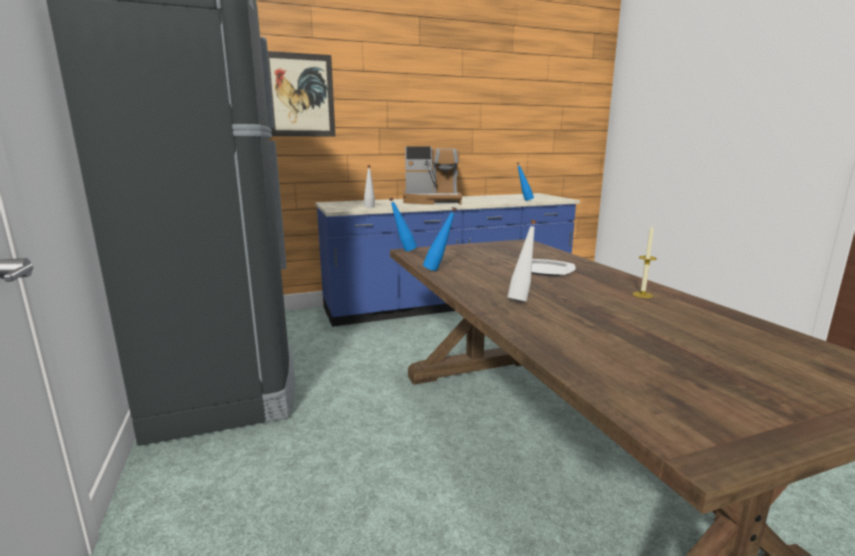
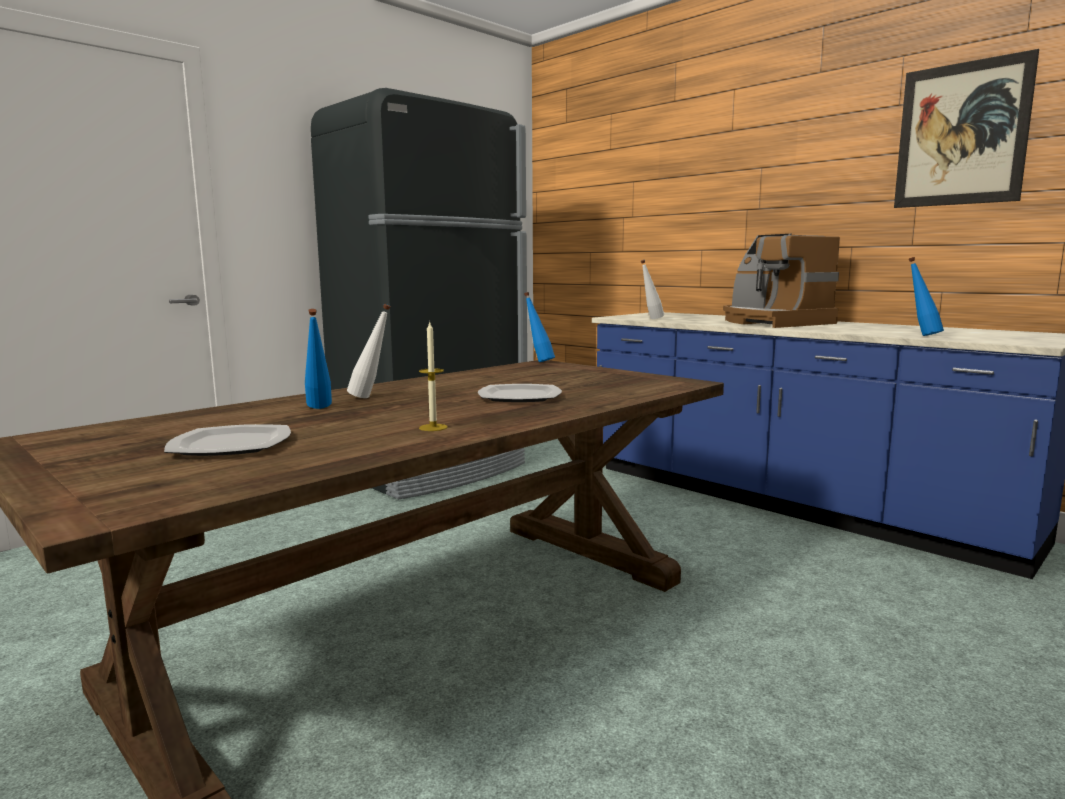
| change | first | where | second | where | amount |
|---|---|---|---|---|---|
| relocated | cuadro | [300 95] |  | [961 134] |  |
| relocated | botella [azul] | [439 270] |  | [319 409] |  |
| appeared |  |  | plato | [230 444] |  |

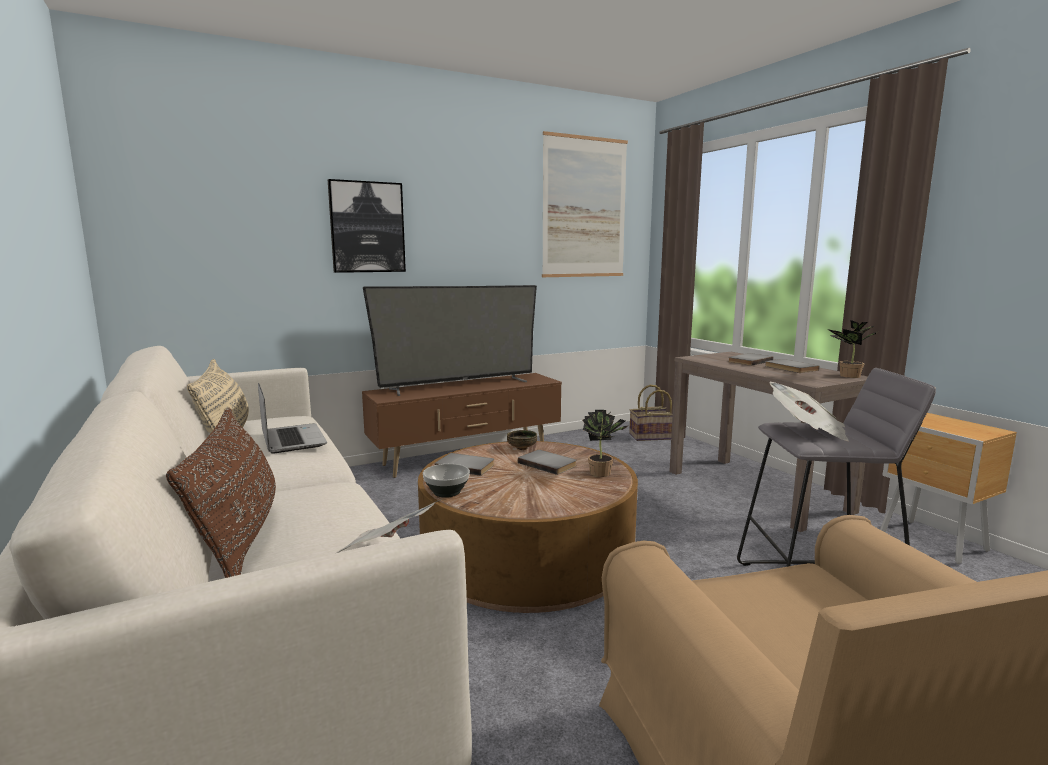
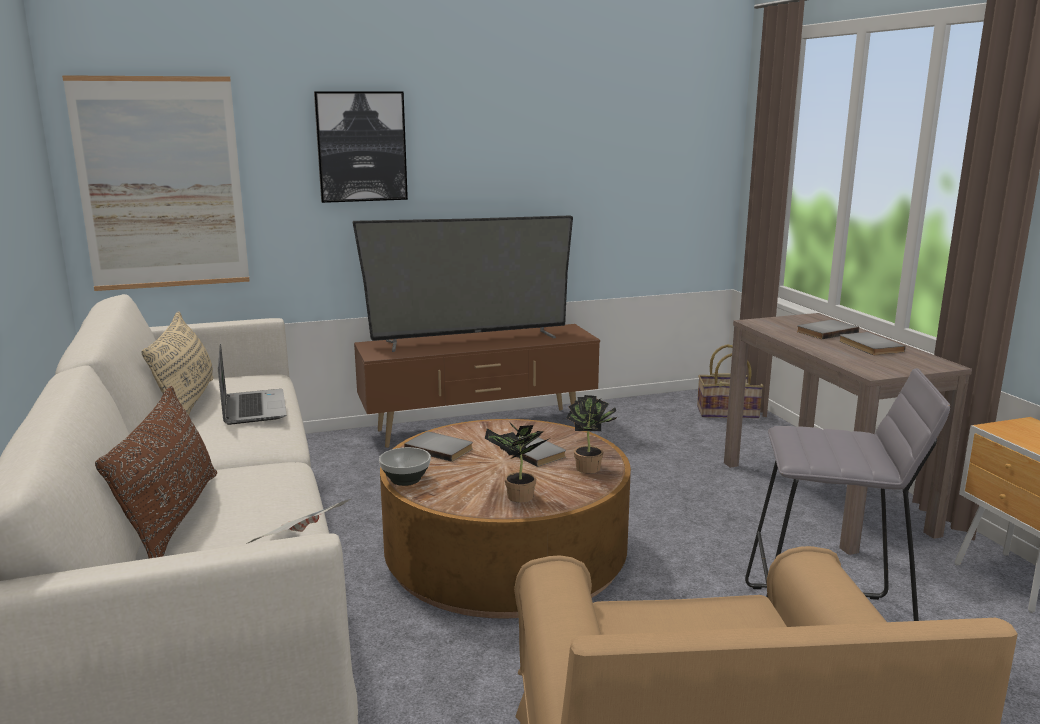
| change | first | where | second | where | amount |
|---|---|---|---|---|---|
| relocated | cuadro | [584 208] |  | [161 184] |  |
| relocated | planta en maceta | [848 376] |  | [516 497] |  |
| missing | periódico | [807 431] |  |  |  |
| missing | cuenco | [522 448] |  |  |  |

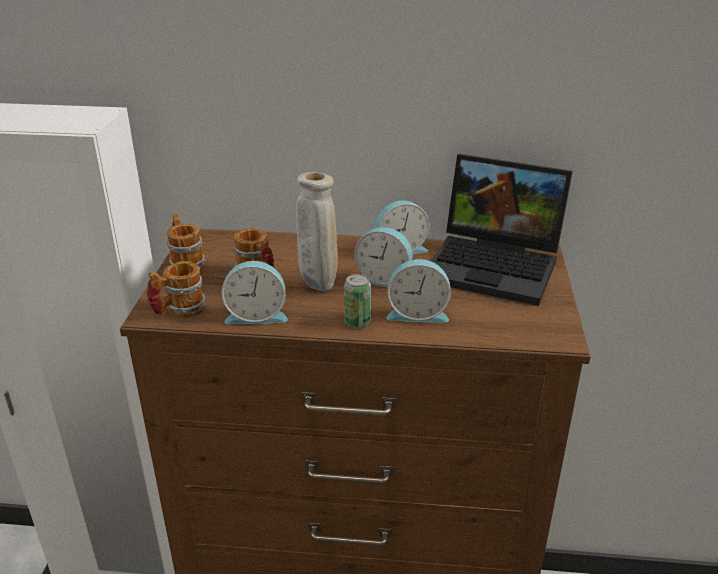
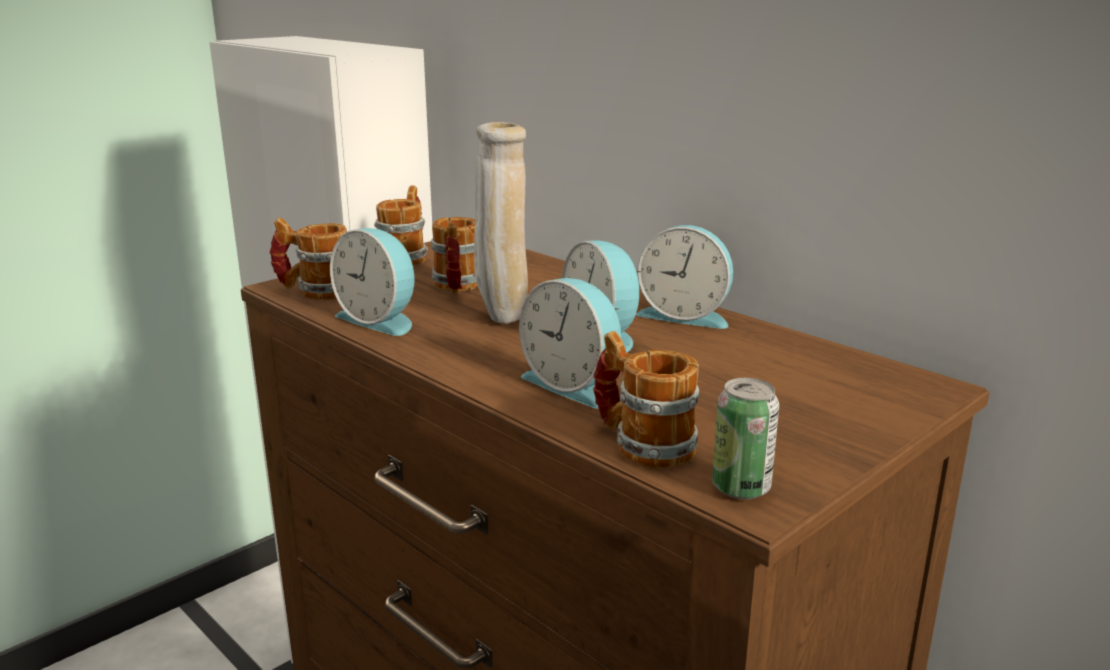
| change | first | where | second | where | amount |
|---|---|---|---|---|---|
| missing | portátil | [497 266] |  |  |  |
| relocated | lata | [357 322] |  | [741 488] |  |
| appeared |  |  | taza grande | [642 444] |  |

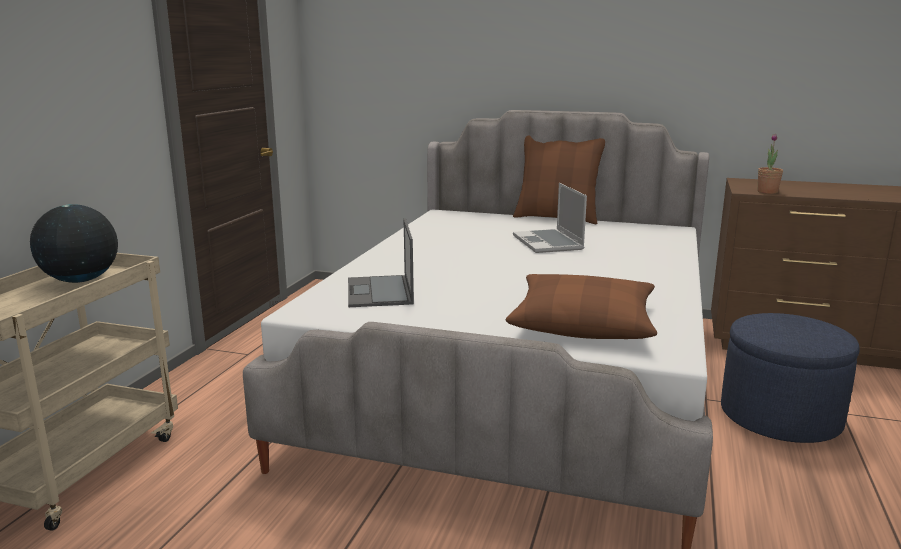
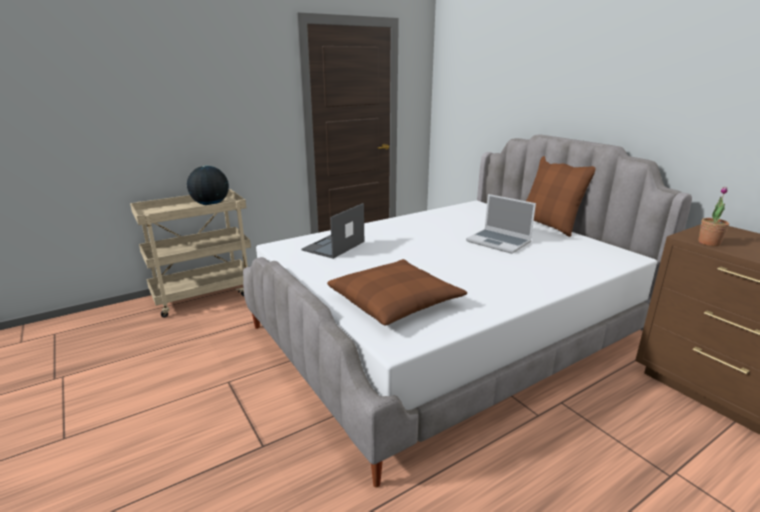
| change | first | where | second | where | amount |
|---|---|---|---|---|---|
| spun | portátil | [549 243] |  | [499 242] | 75 degrees counterclockwise |
| missing | puf [azul] | [780 417] |  |  |  |

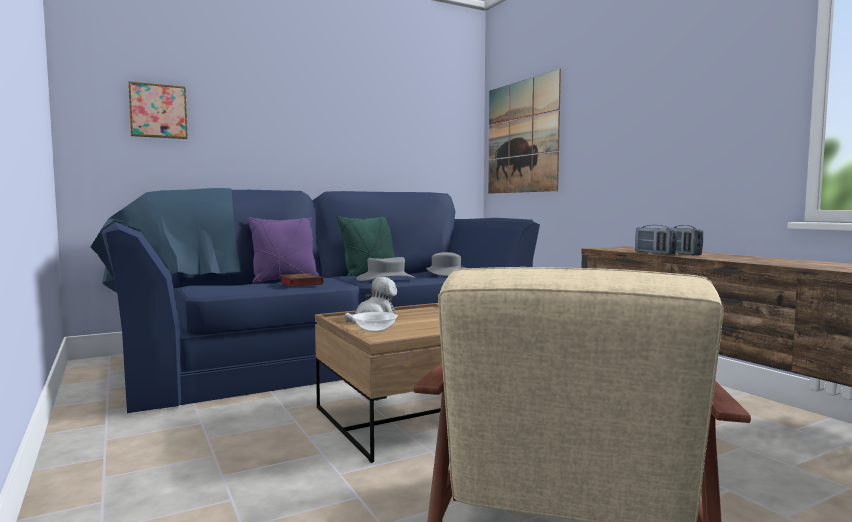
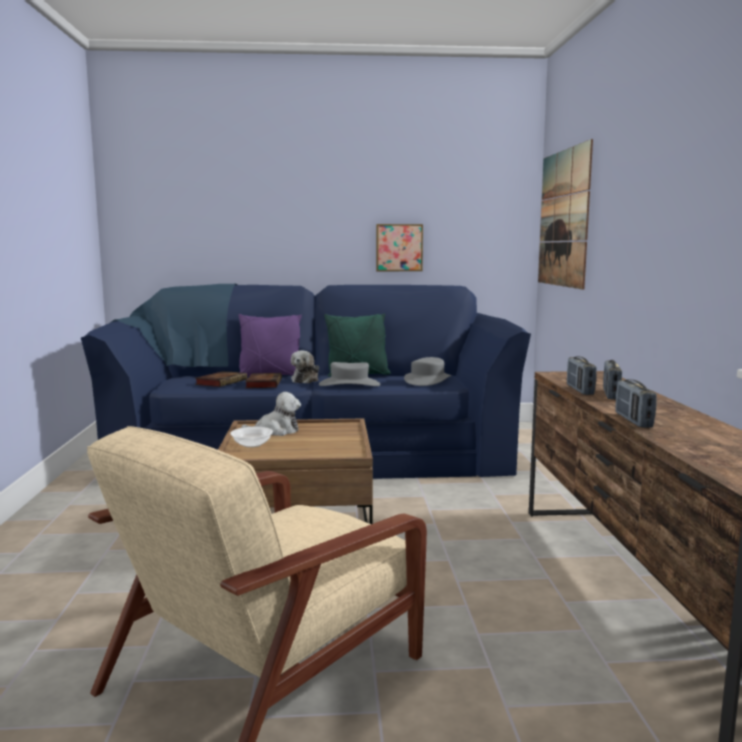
| change | first | where | second | where | amount |
|---|---|---|---|---|---|
| relocated | cuadro | [158 111] |  | [399 247] |  |
| appeared |  |  | peluche | [306 380] |  |
| appeared |  |  | libro | [222 382] |  |
| appeared |  |  | radio | [633 421] |  |

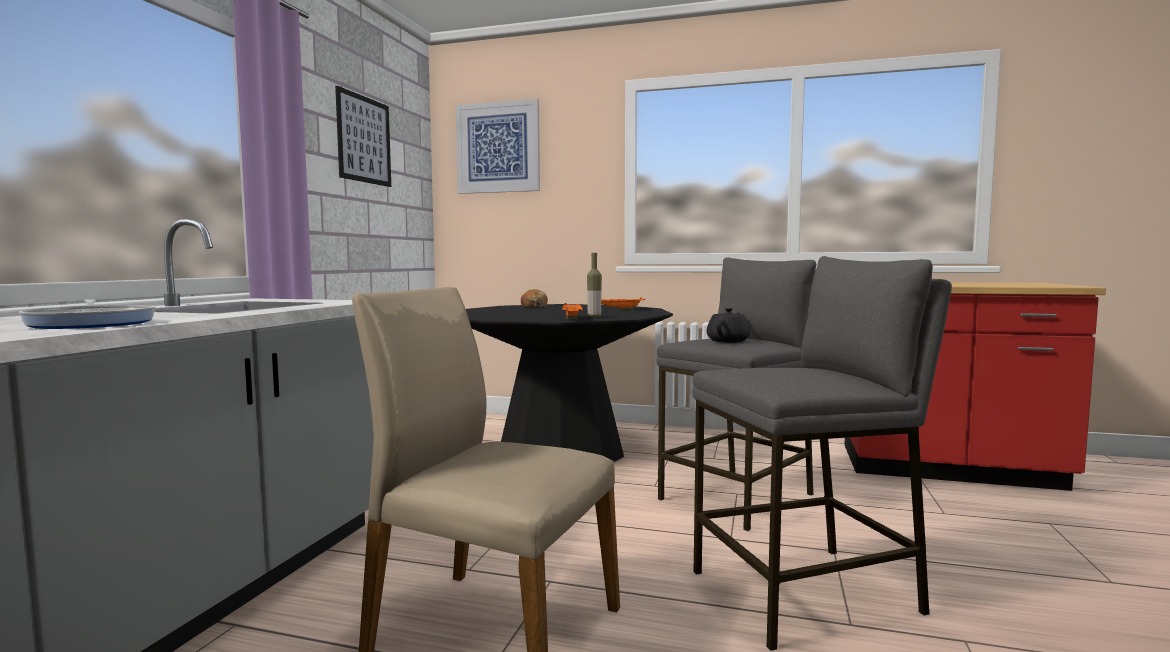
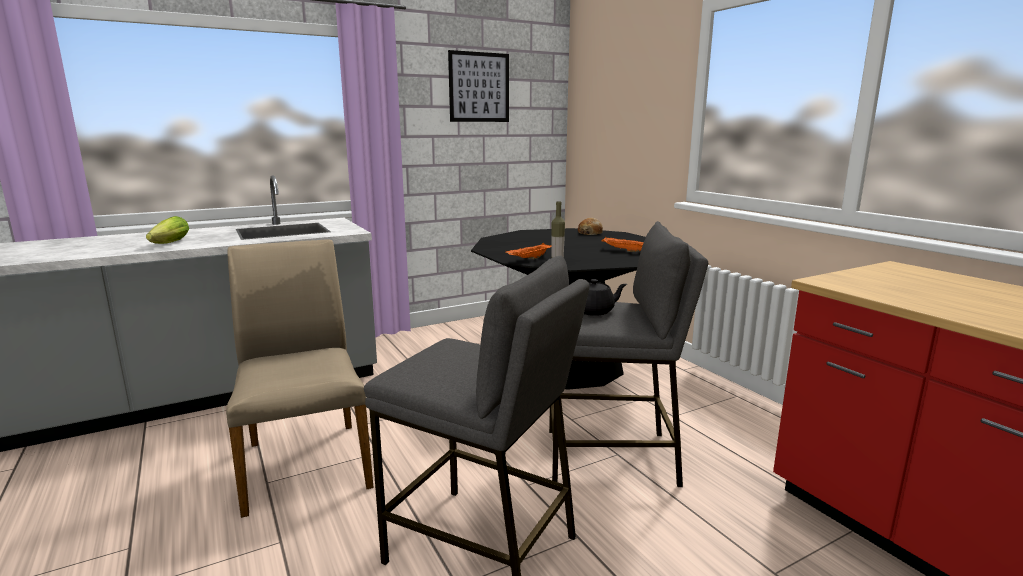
| change | first | where | second | where | amount |
|---|---|---|---|---|---|
| missing | cuadro | [498 147] |  |  |  |
| exchanged | sartén | [93 323] | lechuga | [168 244] |  |

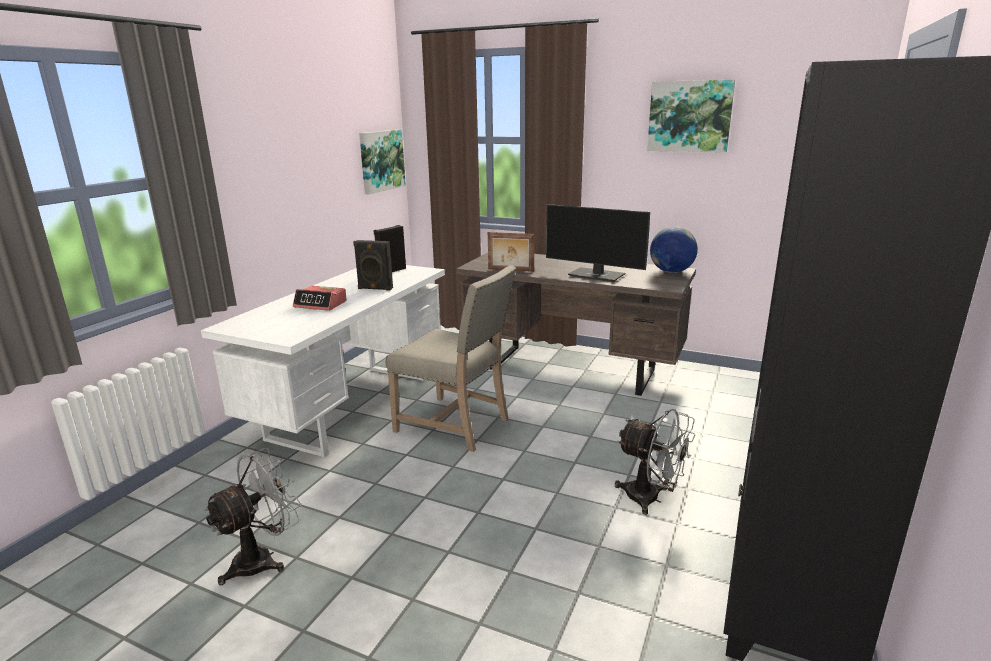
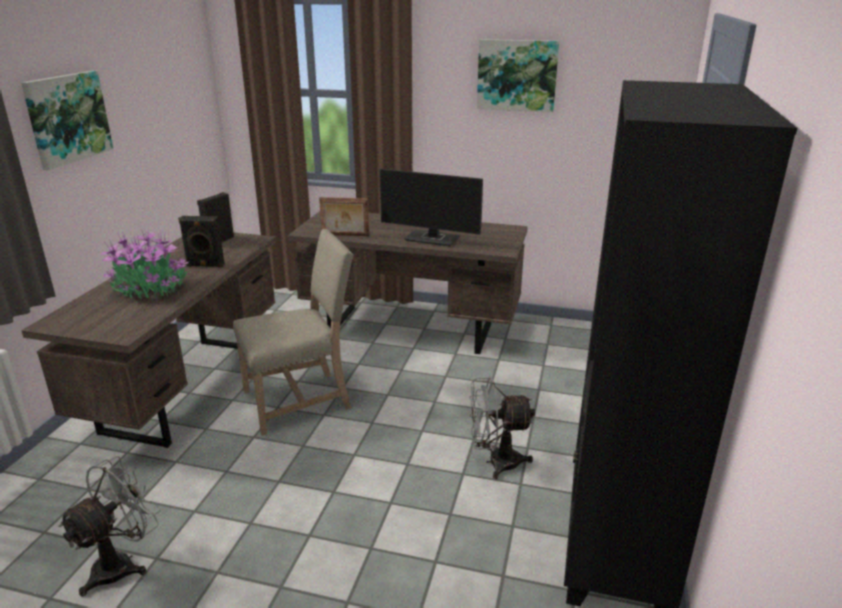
| change | first | where | second | where | amount |
|---|---|---|---|---|---|
| relocated | cuadro | [381 160] |  | [67 118] |  |
| missing | globo terráqueo | [671 271] |  |  |  |
| colour | escritorio [blanco] | [352 406] | escritorio [marrón] | [188 386] |  |
| spun | silla [beis] | [456 425] |  | [300 400] | 45 degrees counterclockwise |
| exchanged | despertador | [321 304] | planta en maceta | [149 289] |  |
| spun | ventilador [gris] | [651 499] |  | [495 462] | 150 degrees clockwise |

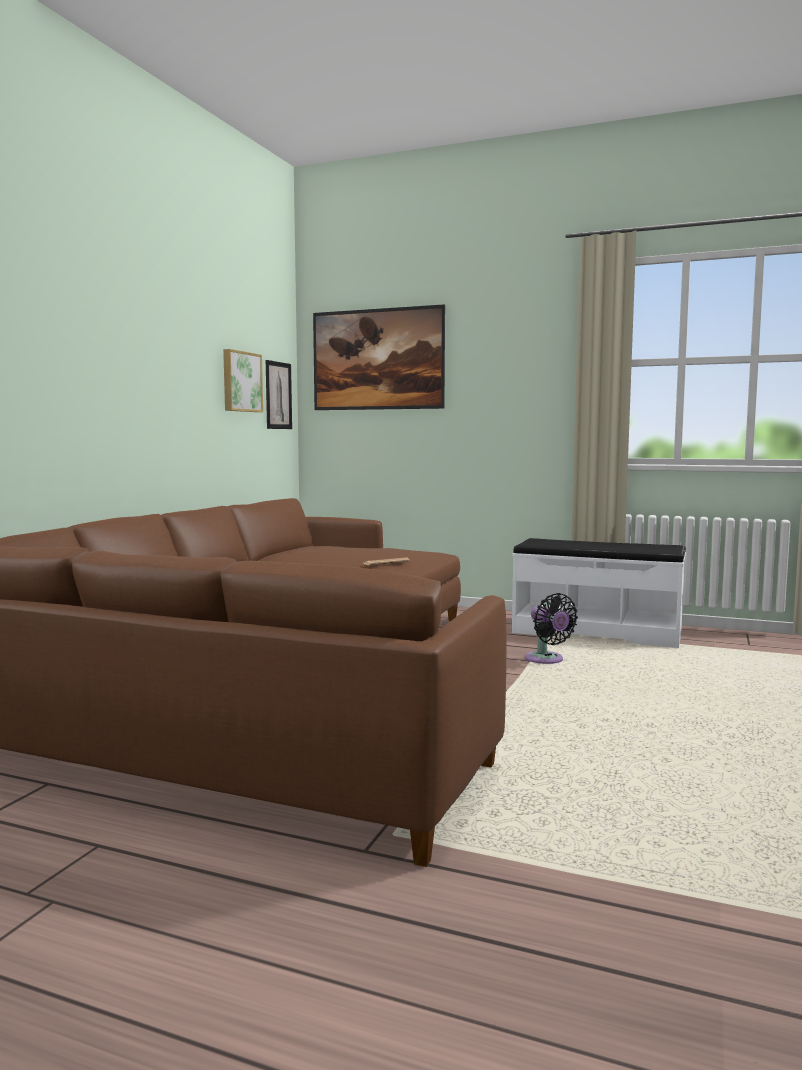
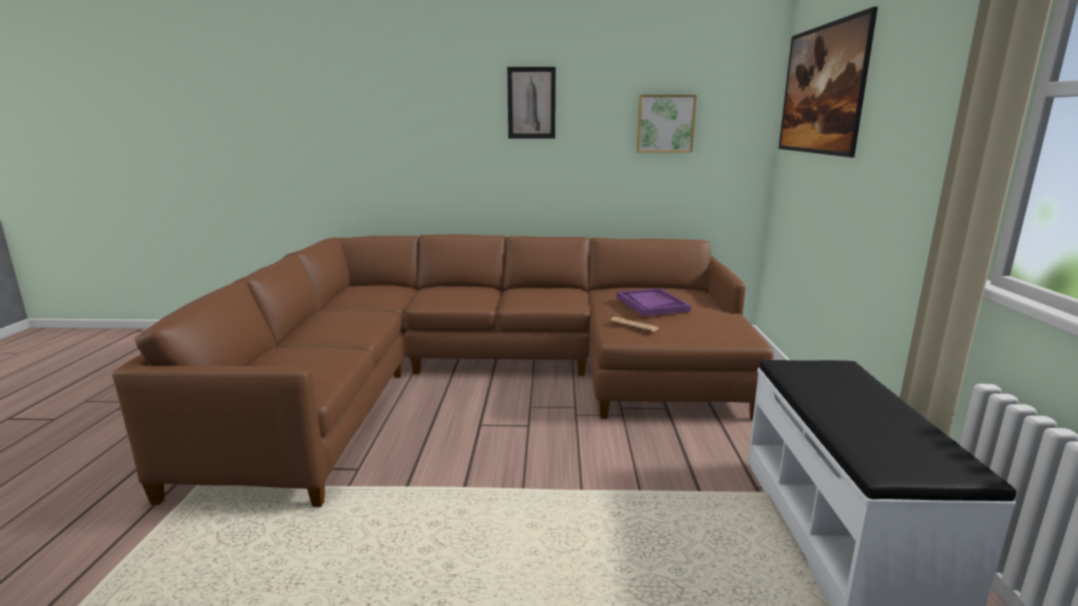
| change | first | where | second | where | amount |
|---|---|---|---|---|---|
| relocated | cuadro | [278 395] |  | [531 103] |  |
| missing | ventilador [negro] | [546 660] |  |  |  |
| appeared |  |  | bandeja [morado] | [651 304] |  |

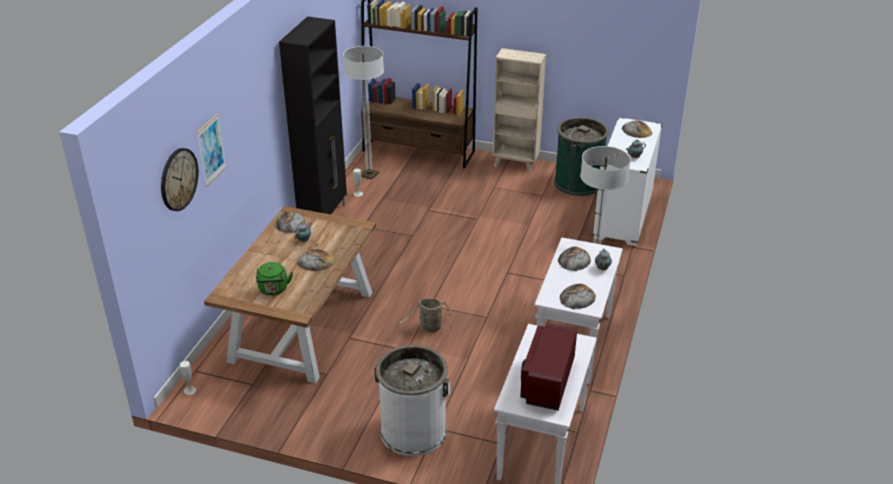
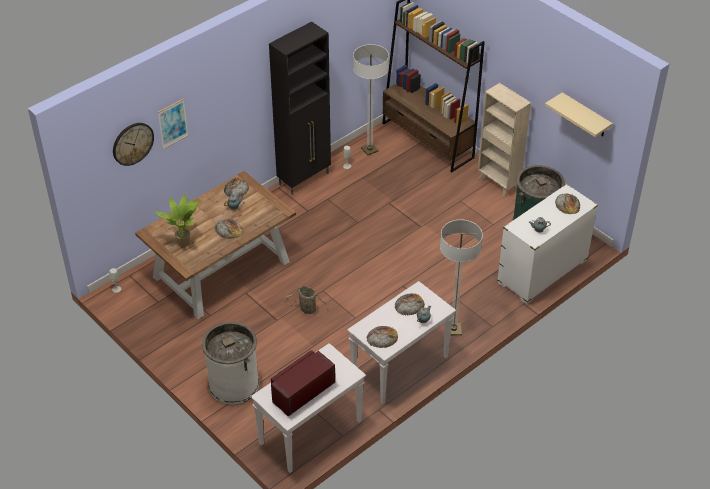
| change | first | where | second | where | amount |
|---|---|---|---|---|---|
| exchanged | hervidor [verde] | [273 290] | planta en maceta | [184 242] |  |
| appeared |  |  | estante [beis] | [585 116] |  |

